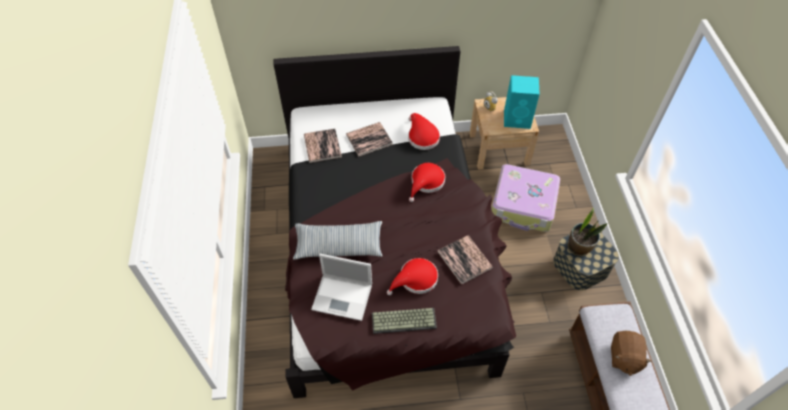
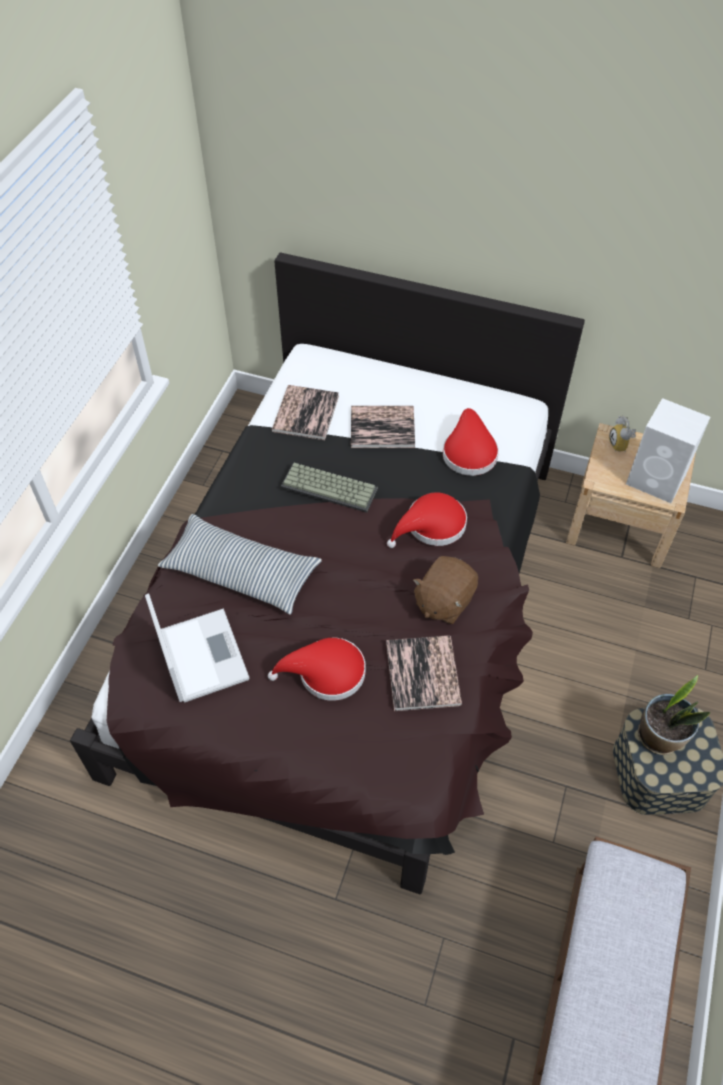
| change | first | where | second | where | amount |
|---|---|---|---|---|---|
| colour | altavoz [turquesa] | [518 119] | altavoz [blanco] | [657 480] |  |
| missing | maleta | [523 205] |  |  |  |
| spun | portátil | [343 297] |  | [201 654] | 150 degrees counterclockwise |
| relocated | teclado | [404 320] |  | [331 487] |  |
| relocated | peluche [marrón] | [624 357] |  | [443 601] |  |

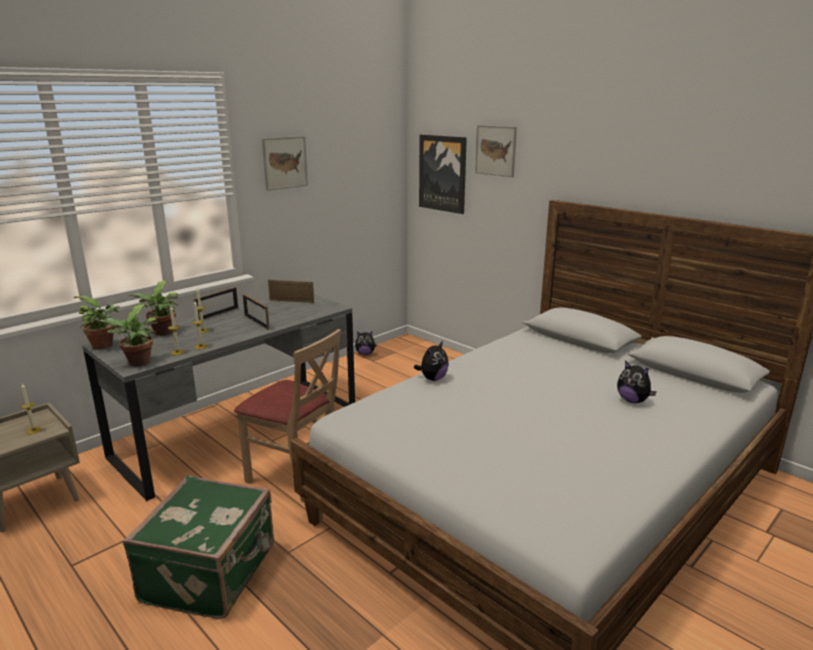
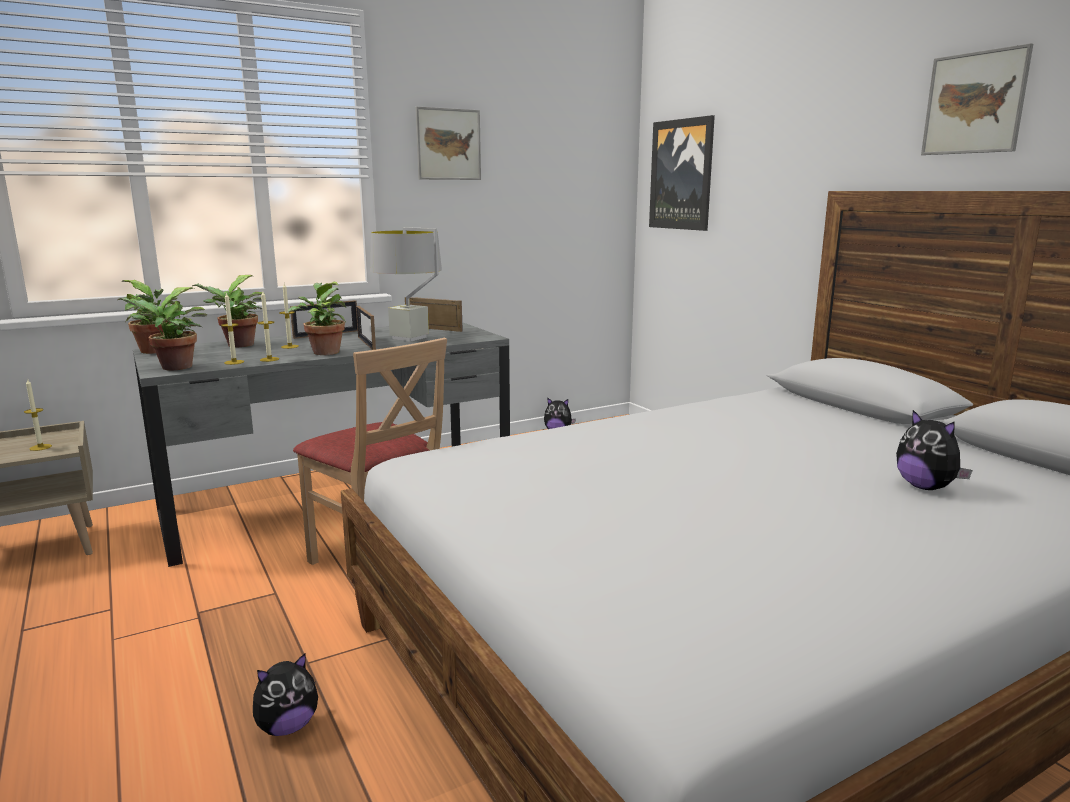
| change | first | where | second | where | amount |
|---|---|---|---|---|---|
| relocated | cuadro | [495 150] |  | [974 103] |  |
| relocated | peluche | [433 378] |  | [287 727] |  |
| missing | maleta [verde] | [212 573] |  |  |  |
| appeared |  |  | lámpara de mesa [gris] | [409 338] |  |
| appeared |  |  | planta en maceta | [324 352] |  |

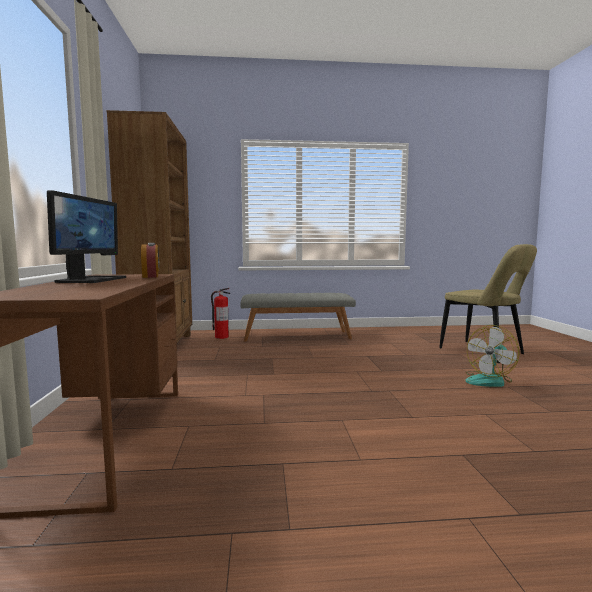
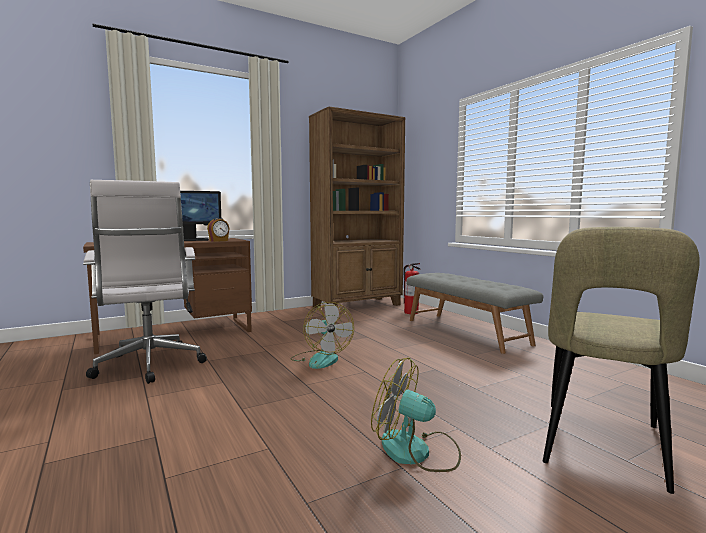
| change | first | where | second | where | amount |
|---|---|---|---|---|---|
| appeared |  |  | silla de oficina [blanco] | [149 366] |  |
| appeared |  |  | ventilador | [321 359] |  |

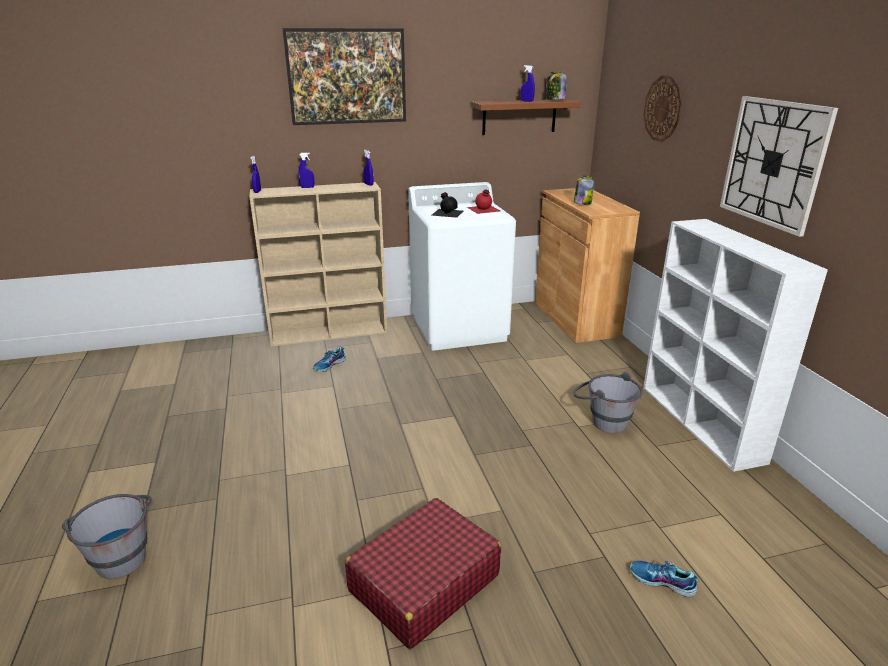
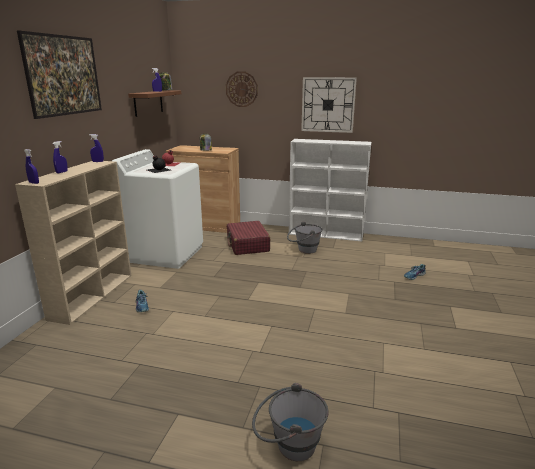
| change | first | where | second | where | amount |
|---|---|---|---|---|---|
| relocated | maleta [rojo] | [423 583] |  | [247 245] |  |

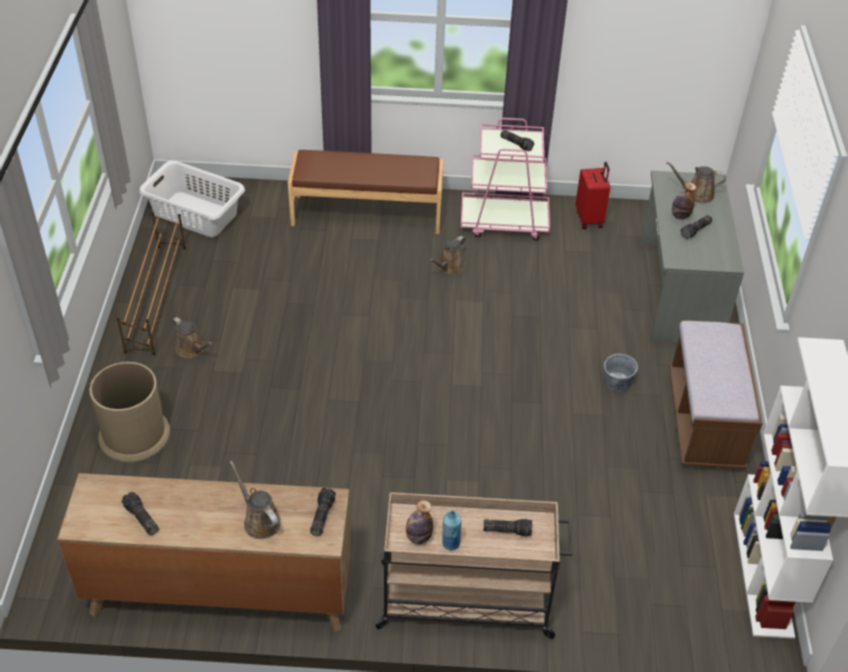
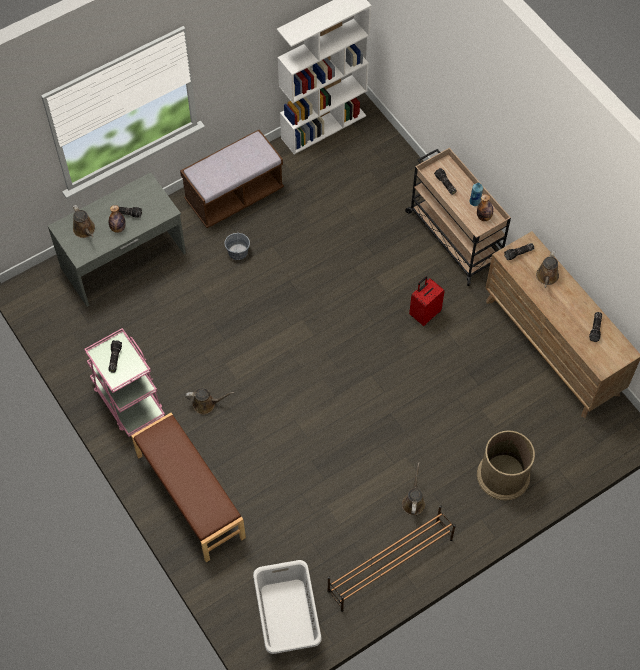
| change | first | where | second | where | amount |
|---|---|---|---|---|---|
| relocated | maleta [rojo] | [589 219] |  | [424 314] |  |

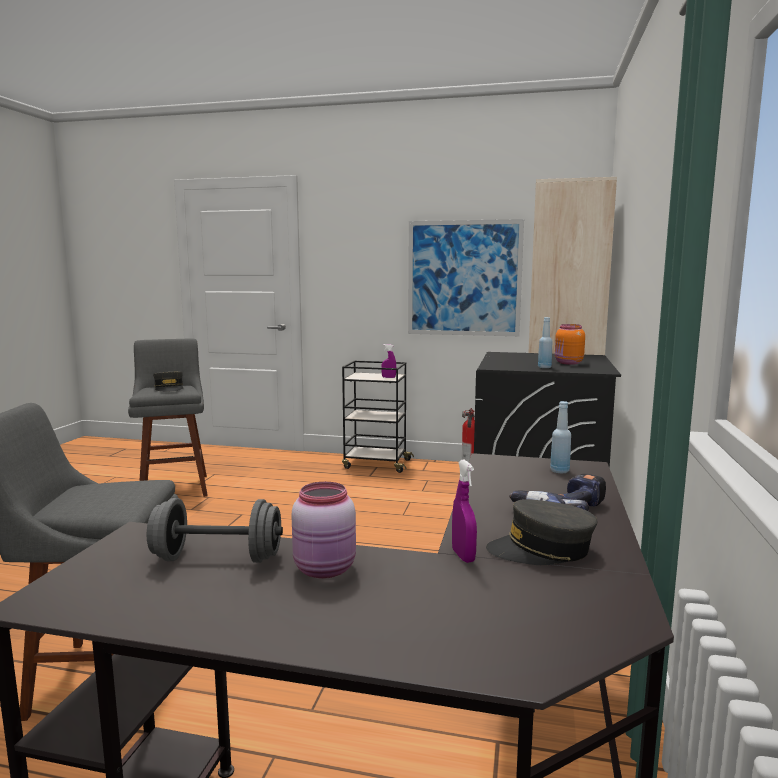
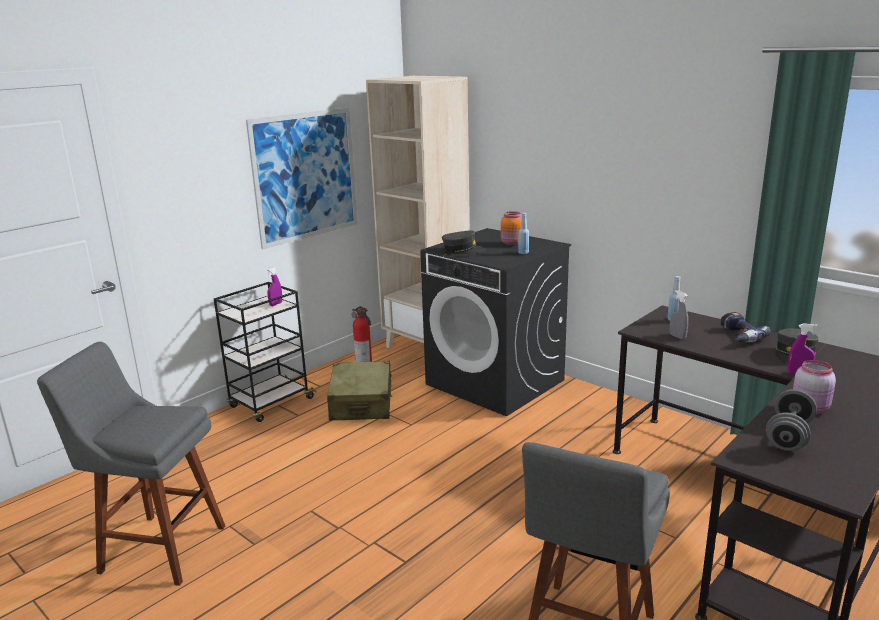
| change | first | where | second | where | amount |
|---|---|---|---|---|---|
| relocated | gorra [gris] | [169 388] |  | [463 250] |  |
| appeared |  |  | pulverizador [gris] | [677 336] |  |
| appeared |  |  | maleta [beis] | [361 403] |  |

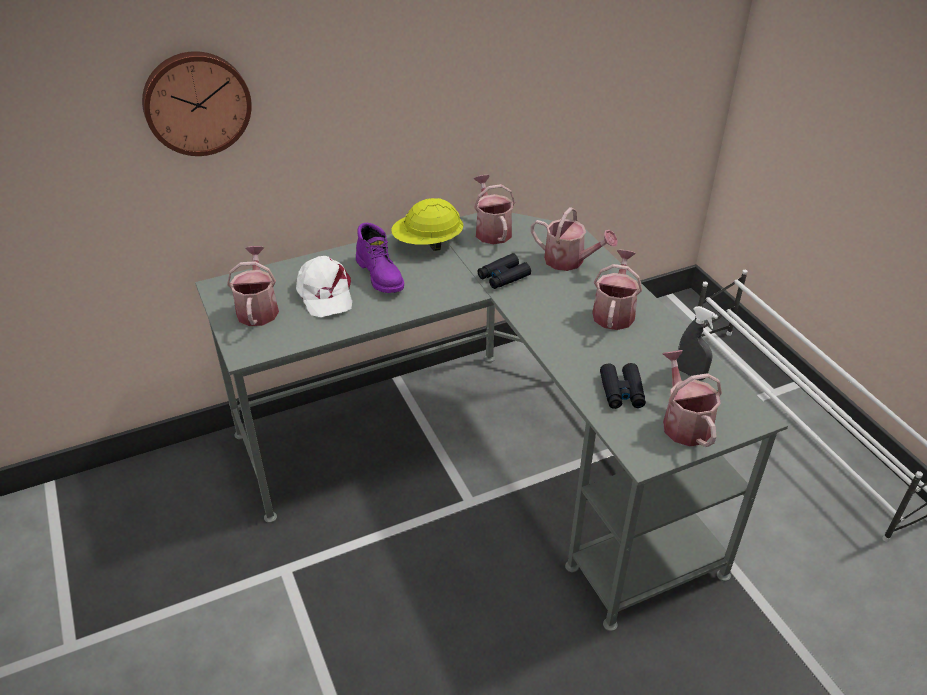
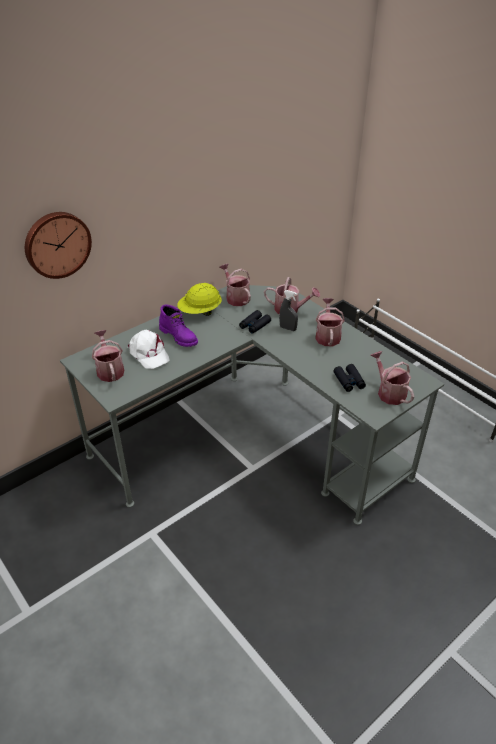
| change | first | where | second | where | amount |
|---|---|---|---|---|---|
| relocated | pulverizador [gris] | [690 373] |  | [288 328] |  |

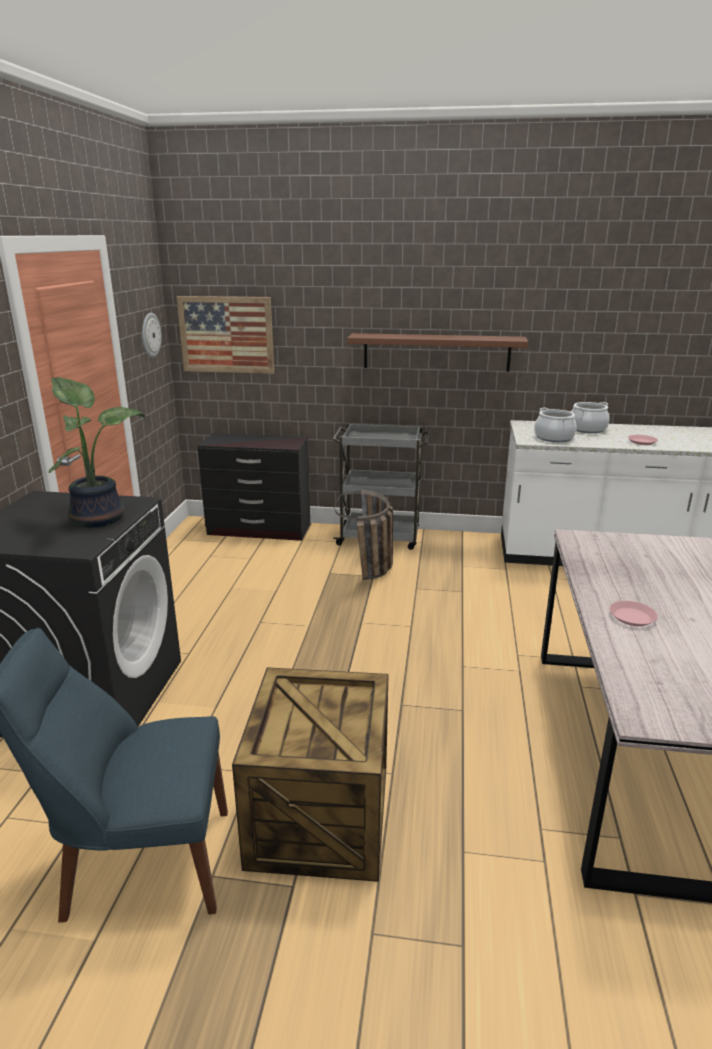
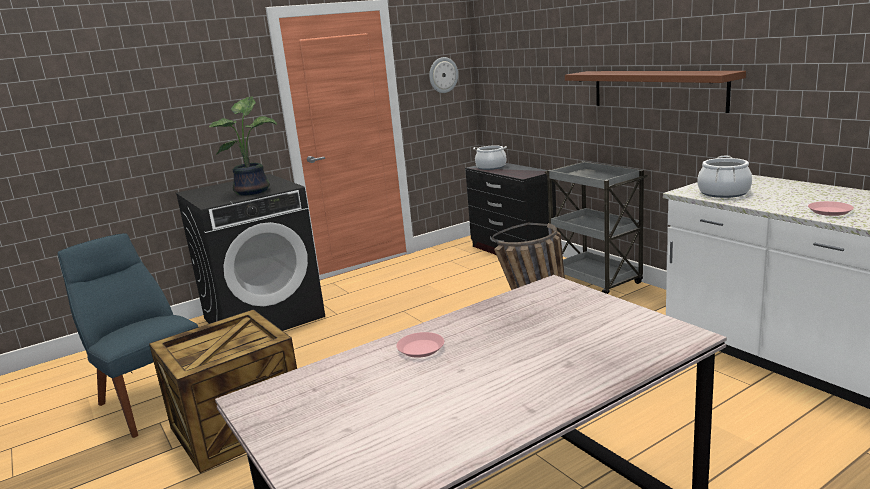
| change | first | where | second | where | amount |
|---|---|---|---|---|---|
| missing | cuadro | [226 334] |  |  |  |
| relocated | olla | [587 429] |  | [491 167] |  |

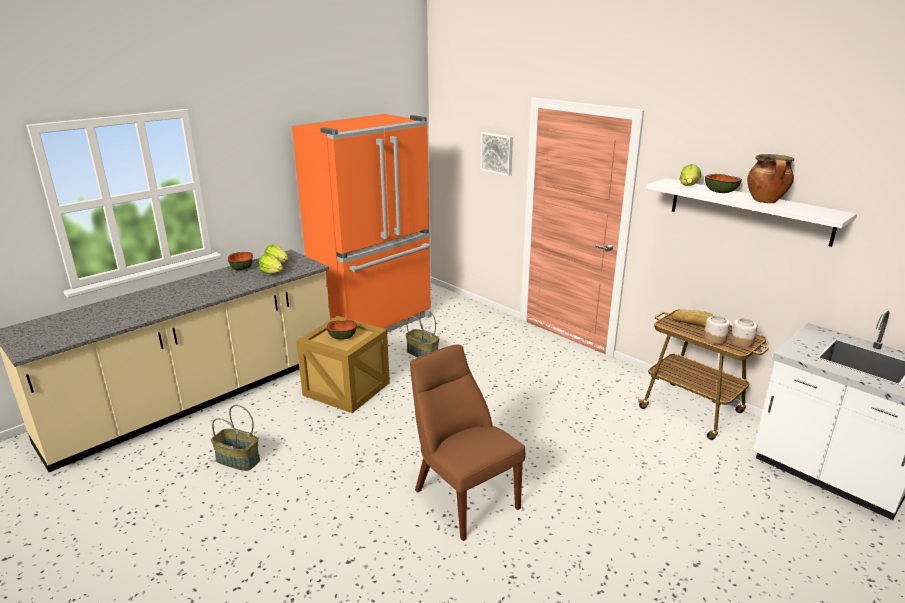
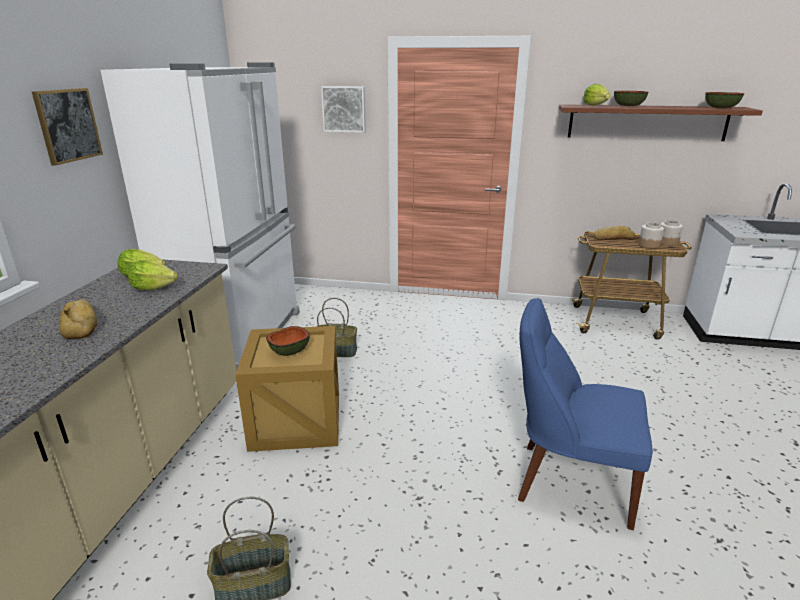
| change | first | where | second | where | amount |
|---|---|---|---|---|---|
| colour | nevera [naranja] | [375 322] | nevera [blanco] | [241 336] |  |
| missing | olla | [766 201] |  |  |  |
| colour | estante [blanco] | [749 210] | estante [marrón] | [647 122] |  |
| relocated | cuenco | [242 268] |  | [721 108] |  |
| colour | silla [marrón] | [463 496] | silla [azul] | [568 481] |  |
| appeared |  |  | cuadro | [68 125] |  |
| appeared |  |  | pan | [81 324] |  |

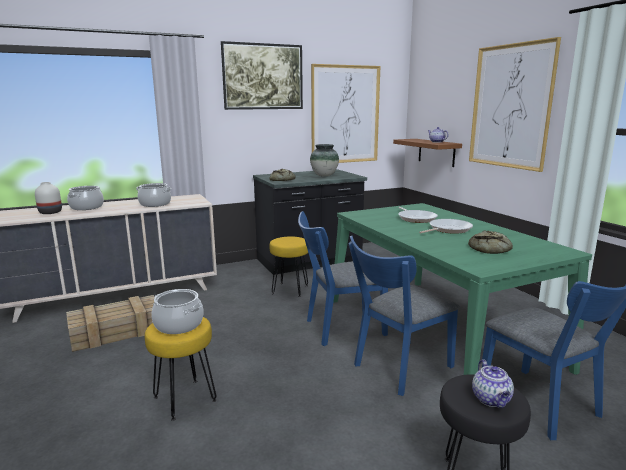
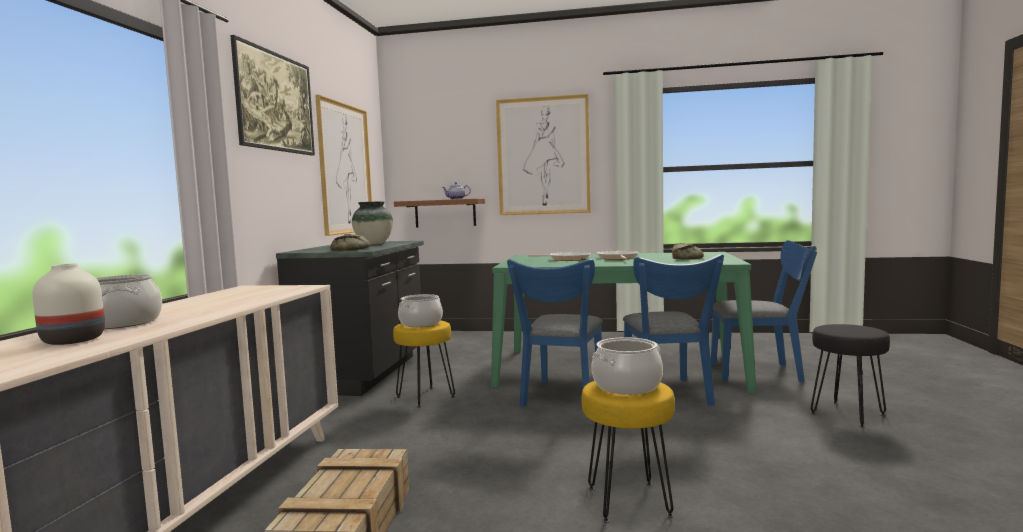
| change | first | where | second | where | amount |
|---|---|---|---|---|---|
| relocated | olla | [155 204] |  | [421 323] |  |
| missing | tetera | [492 400] |  |  |  |

